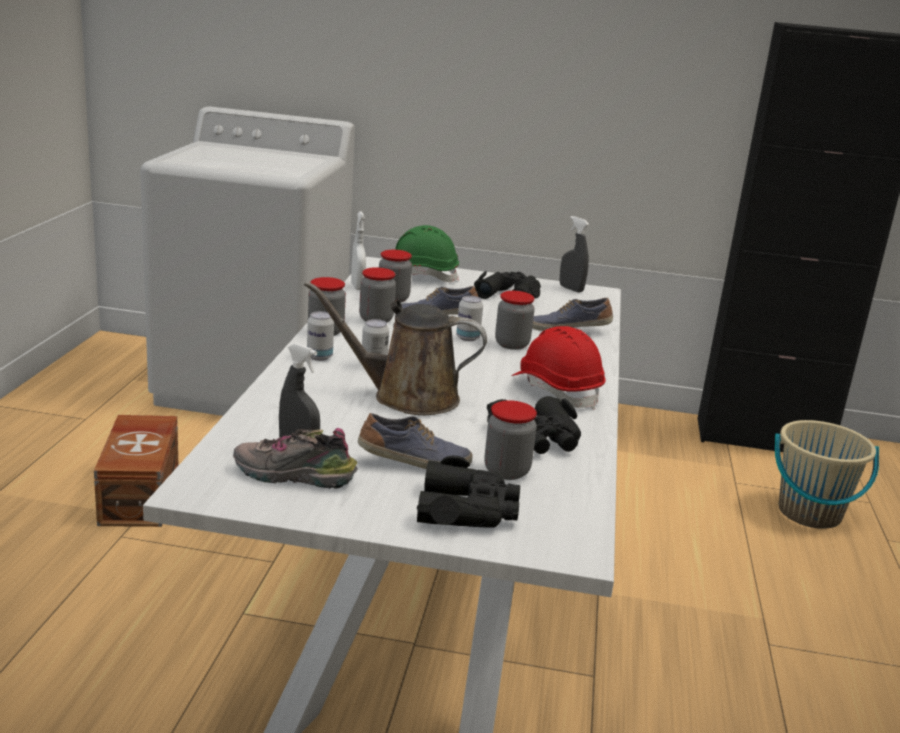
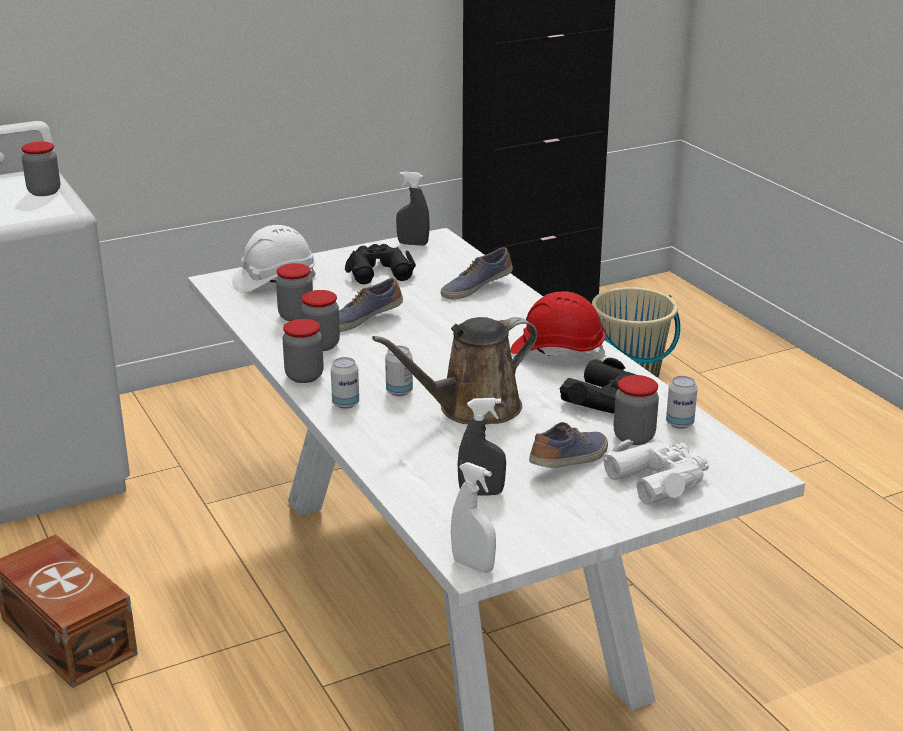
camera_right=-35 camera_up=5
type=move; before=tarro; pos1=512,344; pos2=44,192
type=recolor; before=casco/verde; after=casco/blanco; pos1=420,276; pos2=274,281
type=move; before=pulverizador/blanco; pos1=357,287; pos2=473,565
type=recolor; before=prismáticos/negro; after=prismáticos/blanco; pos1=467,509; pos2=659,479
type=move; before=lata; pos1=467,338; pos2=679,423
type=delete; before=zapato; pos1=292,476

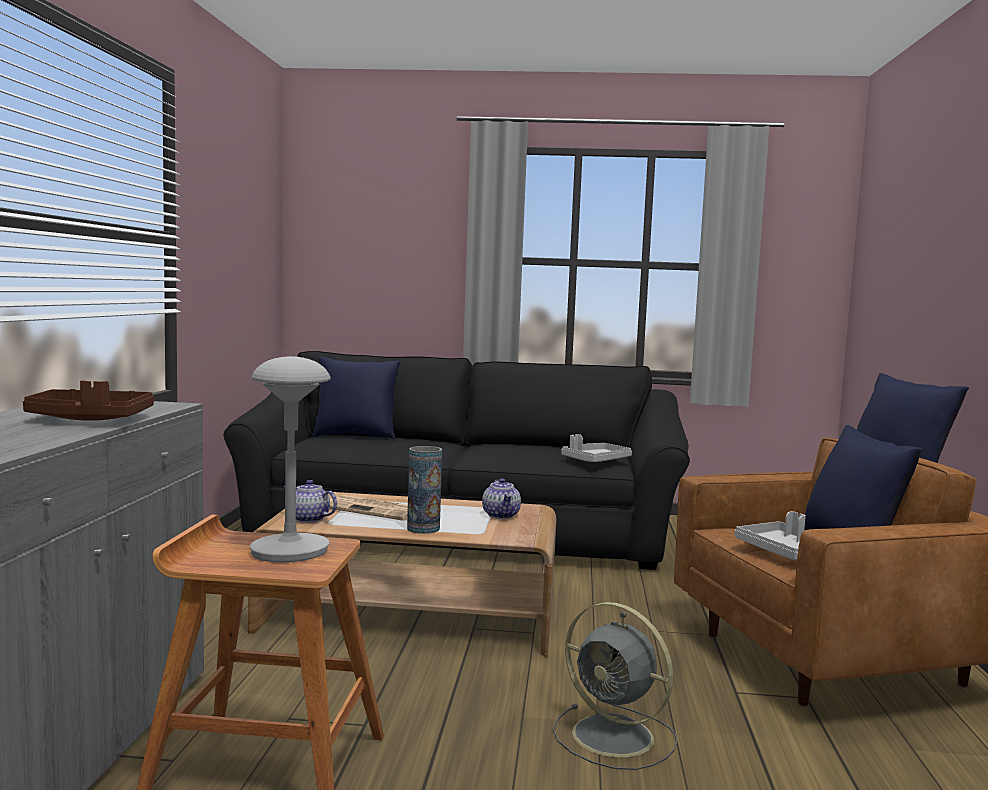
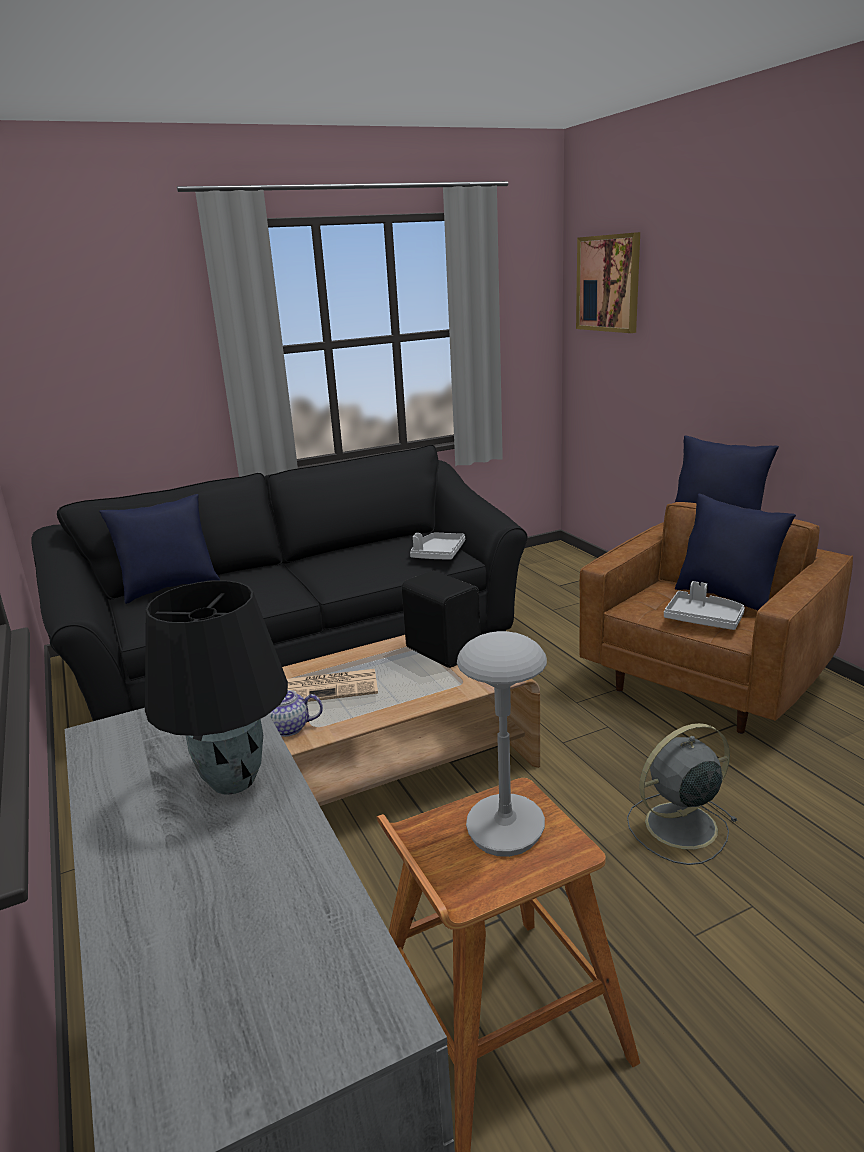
camera_right=-30 camera_up=15
type=replace; before=bandeja/marrón; after=lámpara de mesa/negro; pos1=89,420; pos2=232,782
type=replace; before=tetera; after=altavoz/negro; pos1=501,515; pos2=443,650
type=insert; after=cuadro; pos2=608,283
type=rotate; before=ventilador/gris; pos1=616,737; pos2=678,826; turn=150
type=delete; before=florero; pos1=423,529

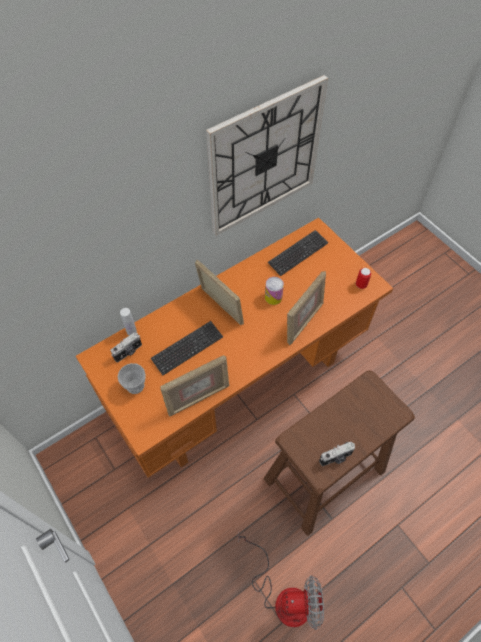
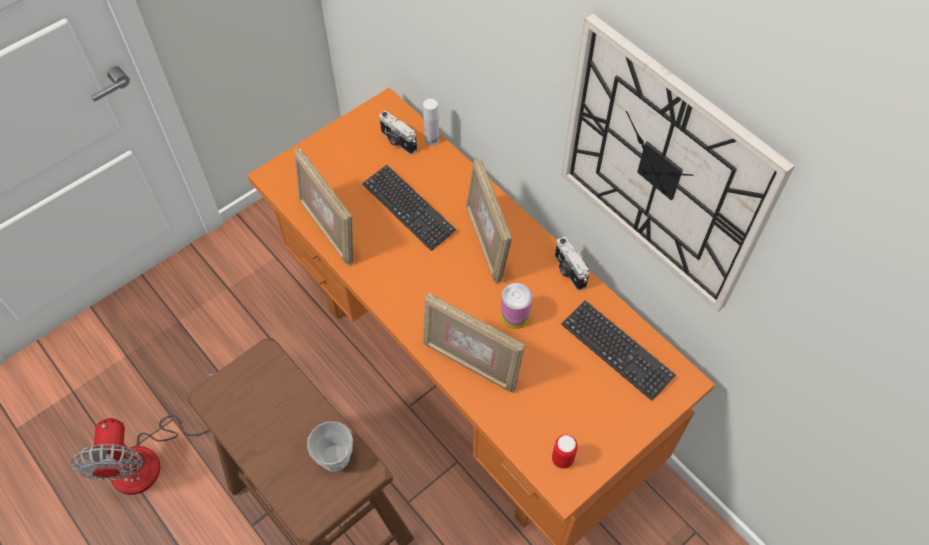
camera_right=85 camera_up=0
type=move; before=taza; pos1=135,385; pos2=334,457
type=rotate; before=portarretratos; pos1=220,307; pos2=486,243; turn=120
type=move; before=cámara; pos1=336,458; pos2=568,271

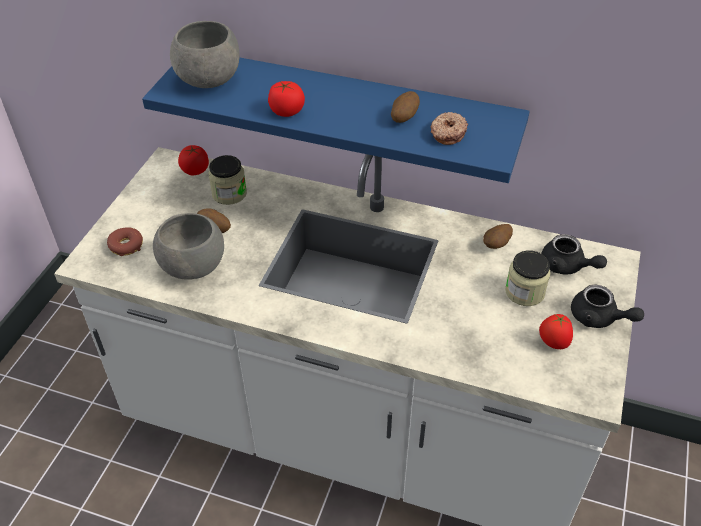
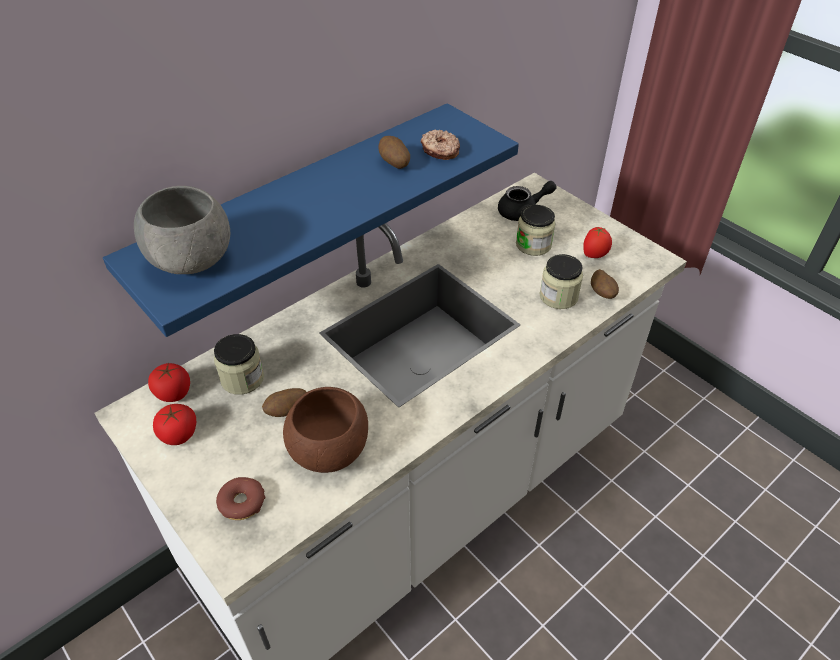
camera_right=-60 camera_up=0
type=move; before=tomate; pos1=287,111; pos2=179,434
type=recolor; before=cuenco/gris; after=cuenco/marrón; pos1=194,267; pos2=331,451
type=insert; after=tarro; pos2=558,296
type=move; before=patata; pos1=496,245; pos2=602,294
type=delete; before=tetera/negro; pos1=598,318

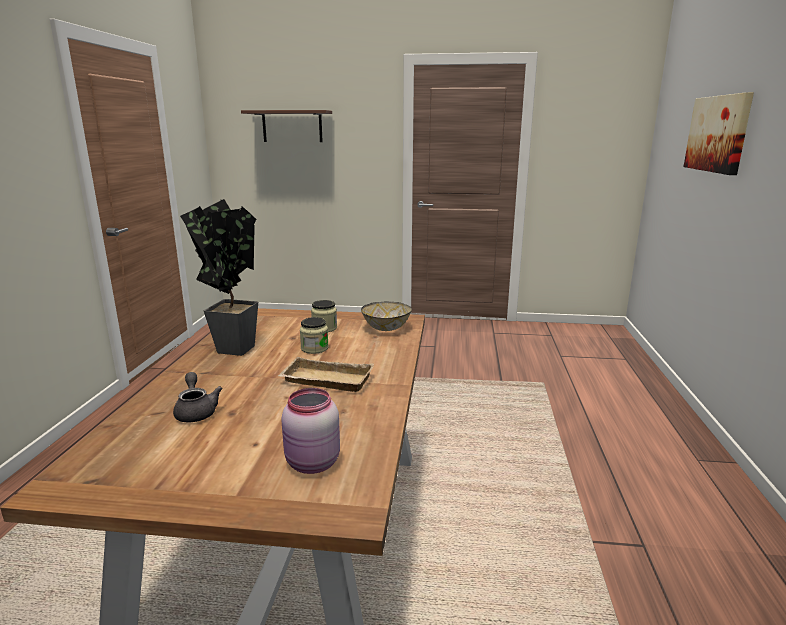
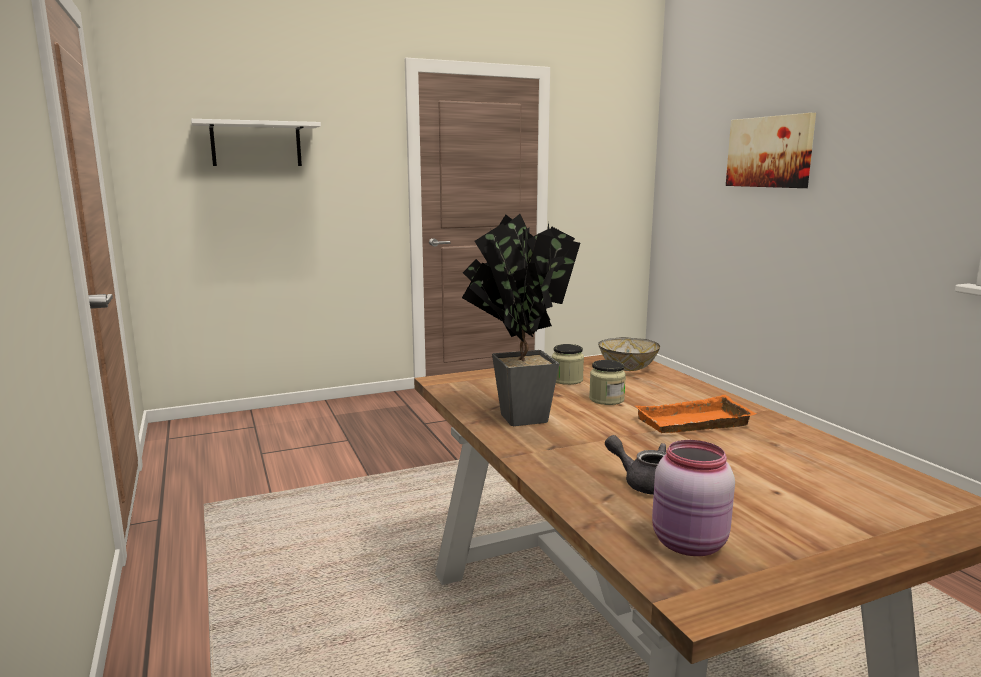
camera_right=-30 camera_up=-5
type=recolor; before=estante/marrón; after=estante/blanco; pos1=292,126; pos2=256,144
type=recolor; before=bandeja/beis; after=bandeja/naranja; pos1=325,381; pos2=693,424
type=move; before=tarro/rosa; pos1=312,464; pos2=690,545

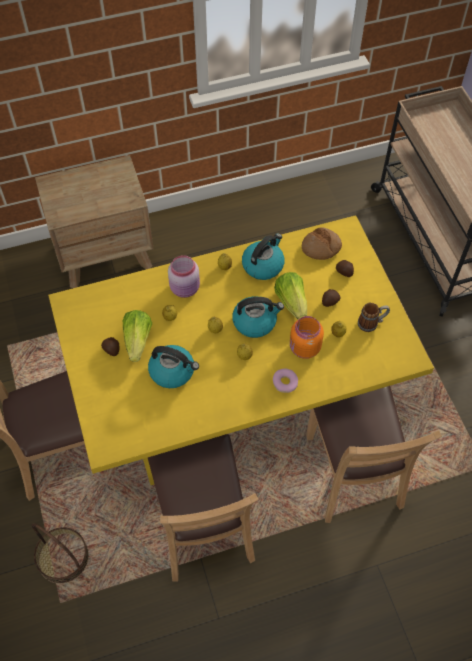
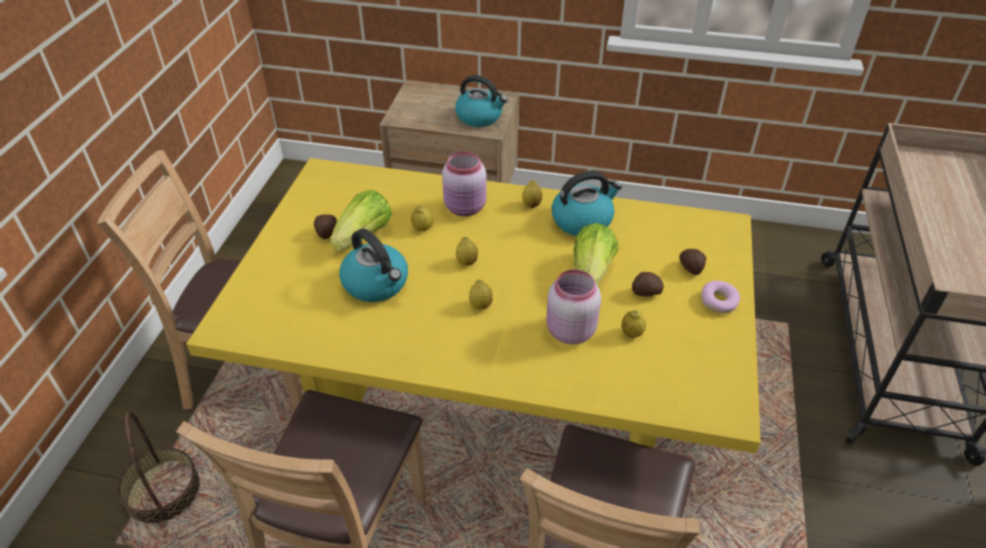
camera_right=30 camera_up=-15
type=move; before=hervidor; pos1=255,322; pos2=480,117
type=recolor; before=tarro/naranja; after=tarro/rosa; pos1=304,348; pos2=569,331
type=move; before=rosquilla; pos1=285,383; pos2=718,302
type=delete; before=pan; pos1=321,248
type=delete; before=taza grande; pos1=371,323

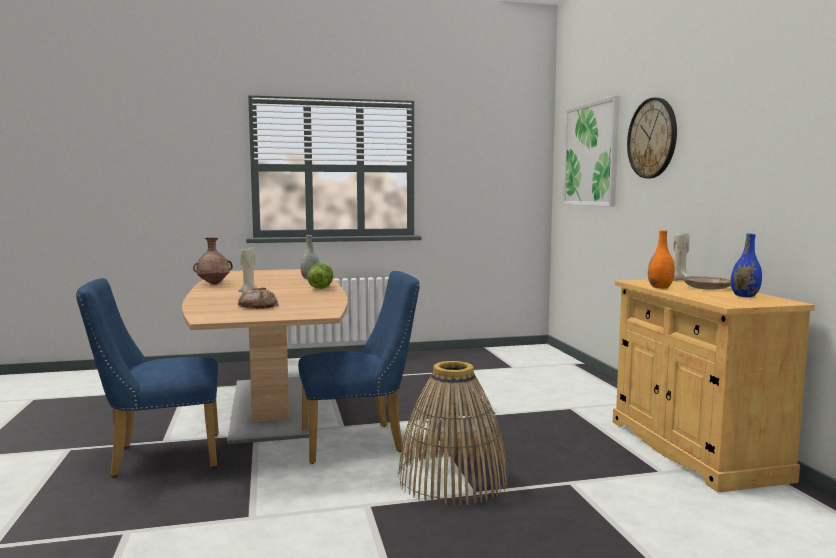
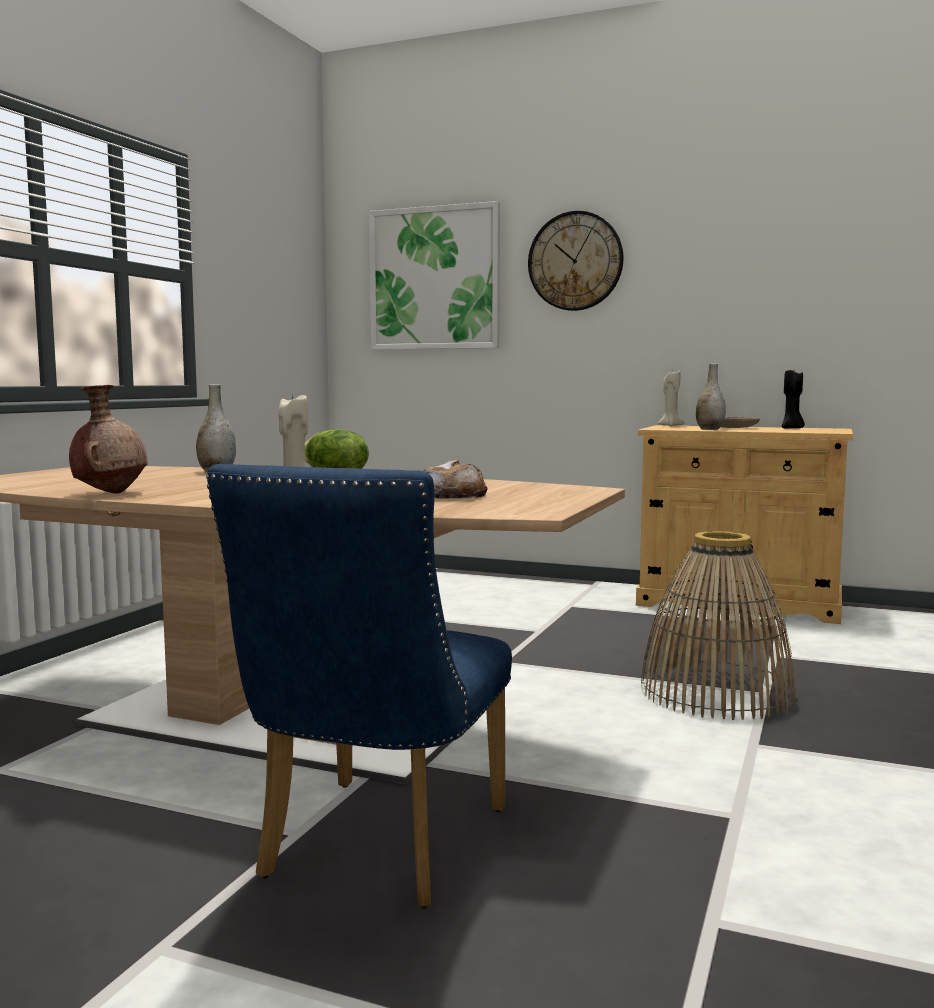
camera_right=-55 camera_up=0
type=recolor; before=florero/naranja; after=florero/gris; pos1=660,287; pos2=710,429
type=replace; before=florero/azul; after=vela/negro; pos1=745,296; pos2=792,428
type=delete; before=silla/azul; pos1=360,442

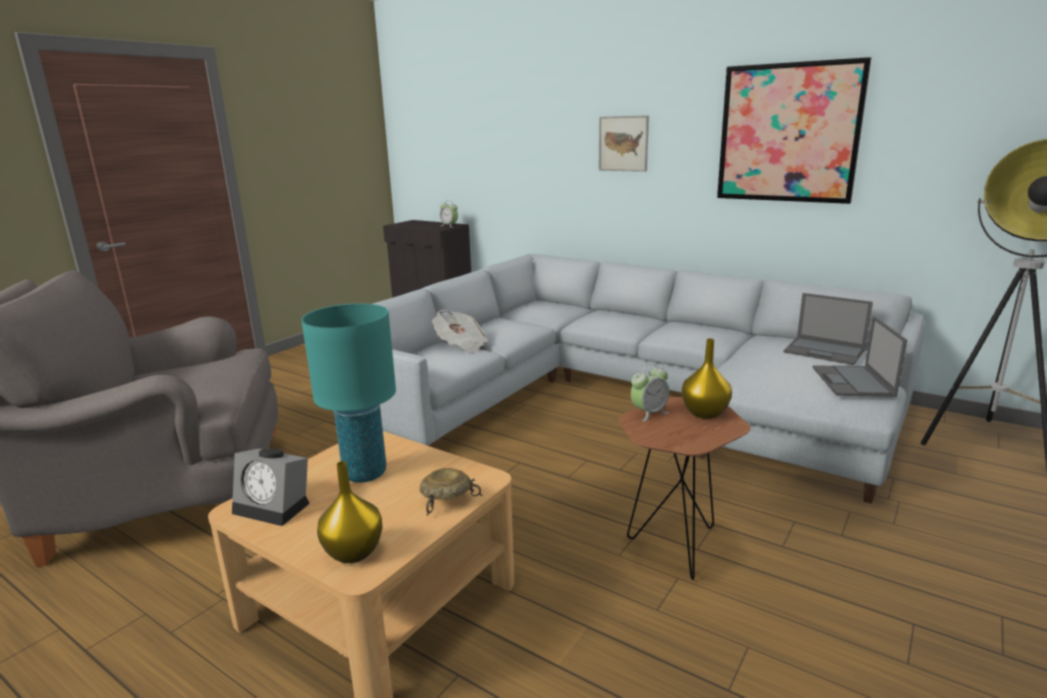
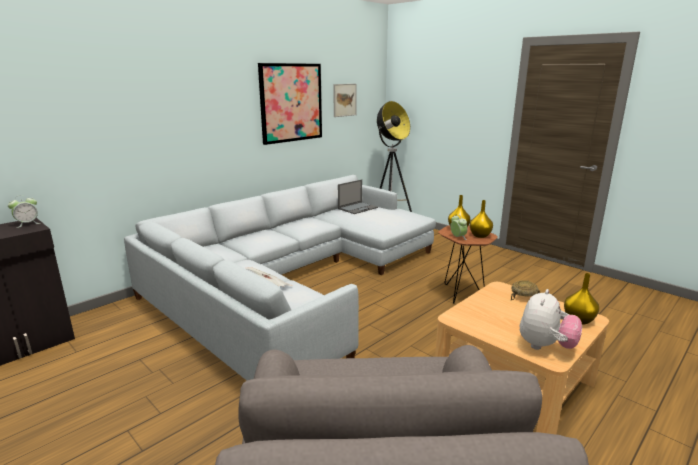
camera_right=-80 camera_up=0
type=move; before=cuadro; pos1=623,143; pos2=344,100
type=insert; after=florero/amarillo; pos2=479,235
type=replace; before=despertador; after=peluche; pos1=275,507; pos2=545,346
type=delete; before=lámpara de mesa/turquesa; pos1=365,474
type=delete; before=portátil; pos1=853,382

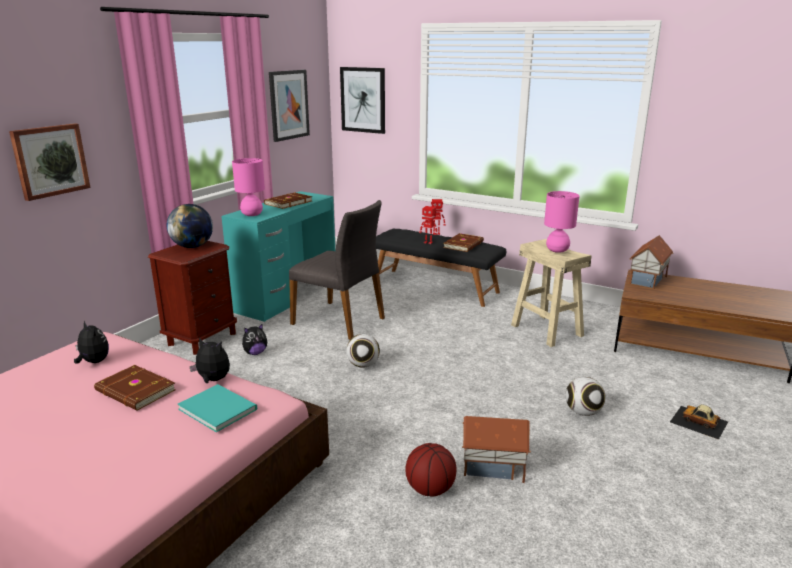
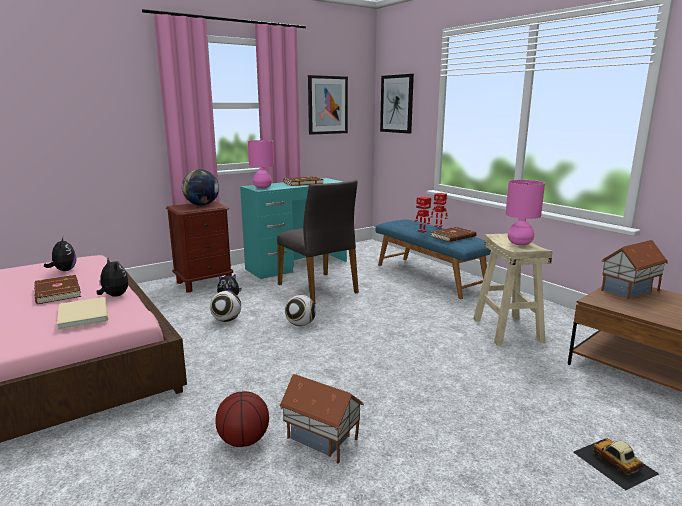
camera_right=25 camera_up=-5
type=recolor; before=libro/turquesa; after=libro/beis; pos1=218,408; pos2=85,313
type=move; before=balón de fútbol; pos1=582,412; pos2=226,320
type=recolor; before=banco/negro; after=banco/azul; pos1=435,287; pos2=430,276
type=delete; before=cuadro; pos1=50,160

